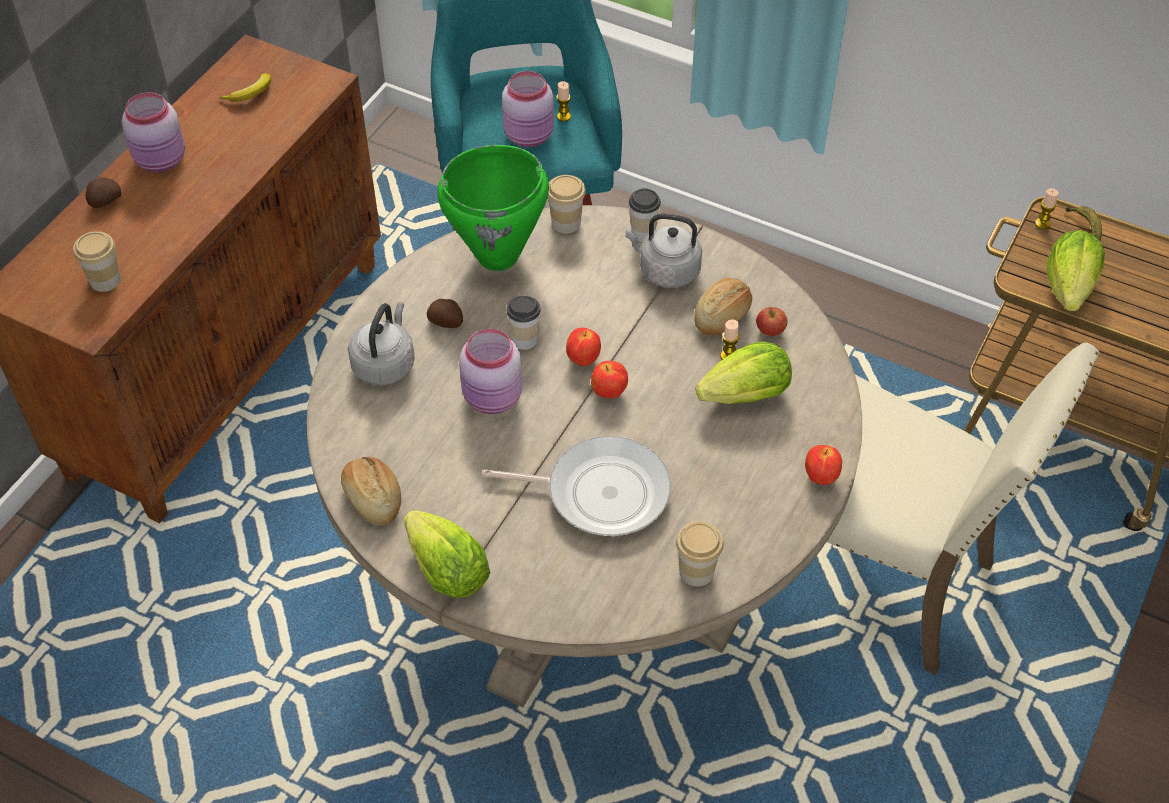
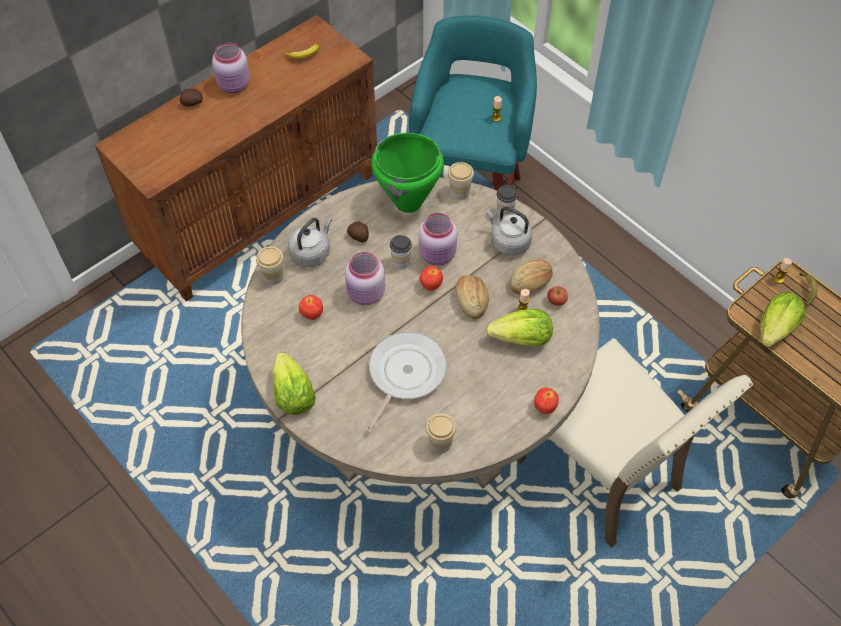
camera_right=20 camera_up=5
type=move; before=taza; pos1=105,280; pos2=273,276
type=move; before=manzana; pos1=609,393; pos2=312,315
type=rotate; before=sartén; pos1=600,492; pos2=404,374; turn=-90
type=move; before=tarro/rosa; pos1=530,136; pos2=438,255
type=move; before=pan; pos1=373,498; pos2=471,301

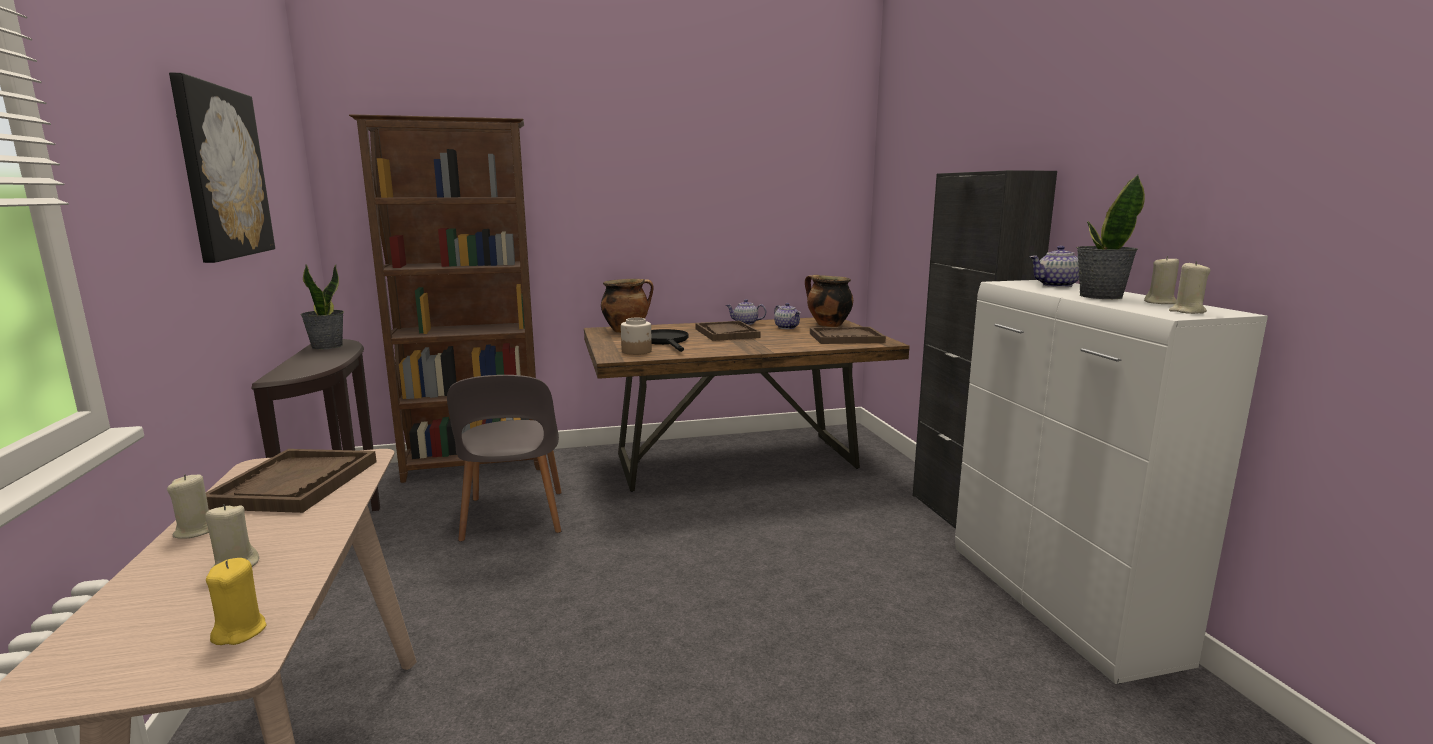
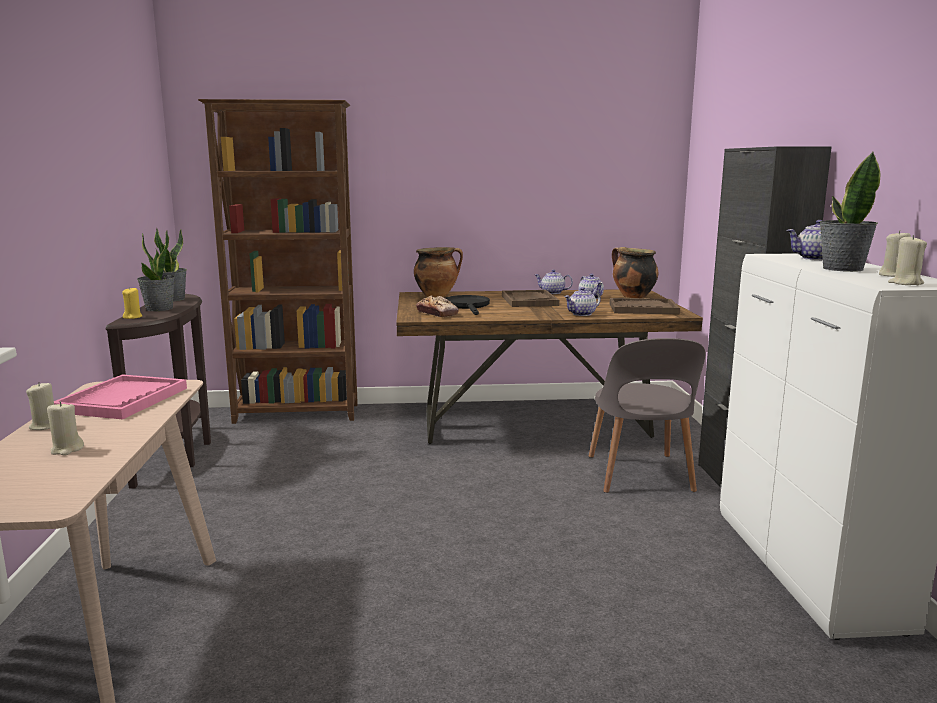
camera_right=10 camera_up=0
type=recolor; before=bandeja/marrón; after=bandeja/rosa; pos1=295,483; pos2=122,400
type=move; before=vela/amarillo; pos1=240,632; pos2=133,317
type=insert; after=planta en maceta; pos2=159,309
type=replace; before=tarro; after=pan; pos1=637,351; pos2=437,313
type=insert; after=tetera; pos2=582,314
type=move; before=silla/gris; pos1=513,518; pos2=640,475
type=delete; before=cuadro; pos1=222,172

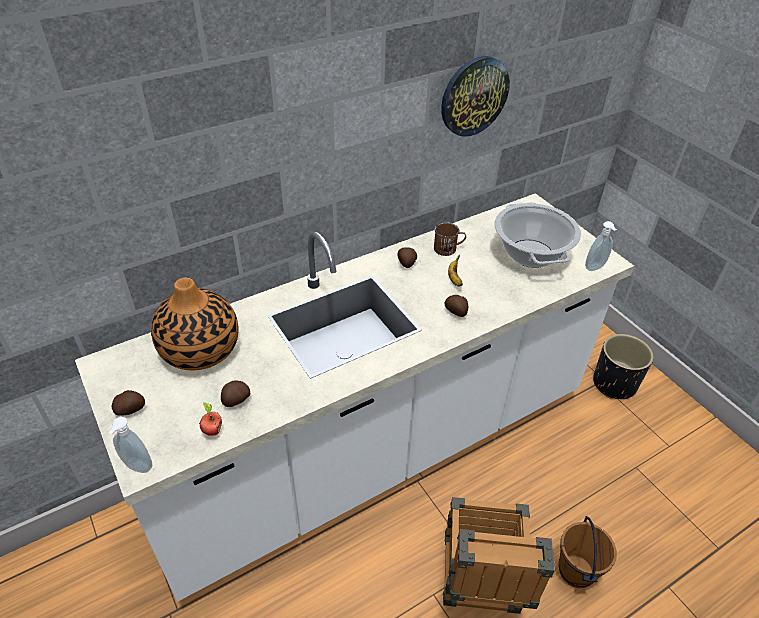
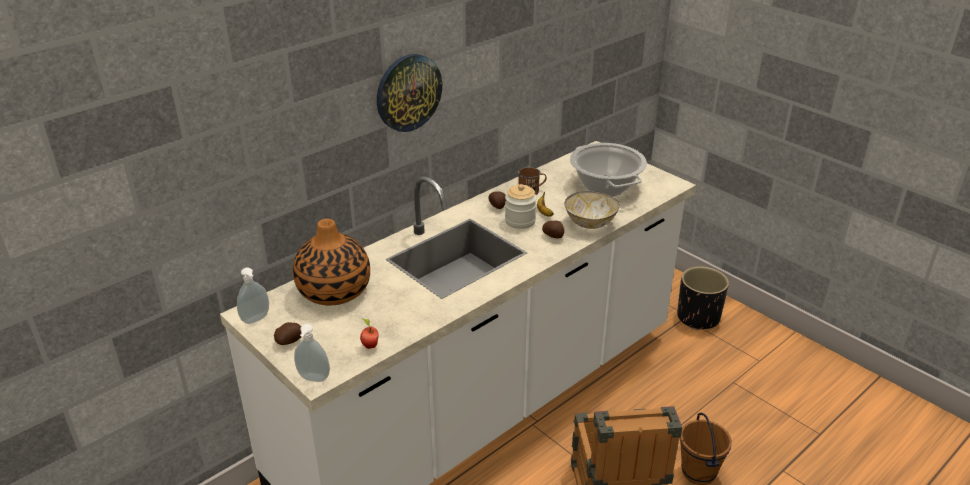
camera_right=-10 camera_up=-10
type=move; before=dispensador de jabón; pos1=595,268; pos2=256,320
type=move; before=reloj de pared; pos1=474,96; pos2=408,92
type=insert; after=tarro; pos2=520,221
type=insert; after=cuenco; pos2=589,223
type=delete; before=patata; pos1=236,400

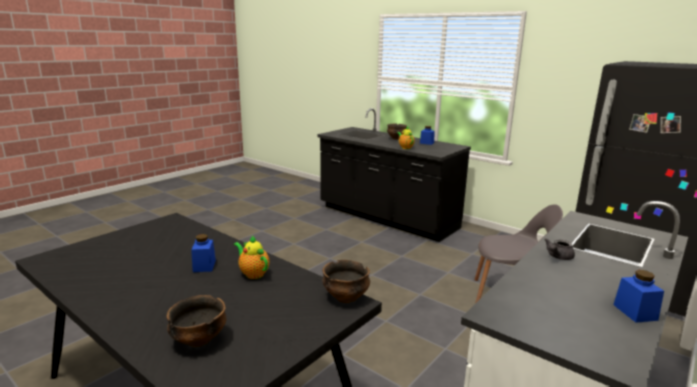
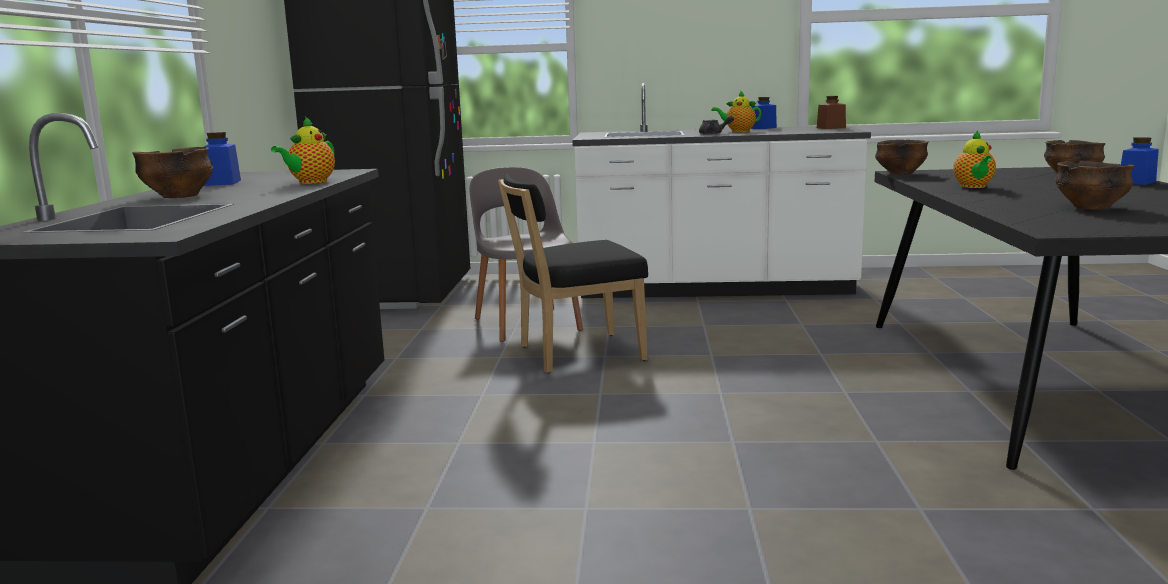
camera_right=-125 camera_up=-5
type=insert; after=silla/negro; pos2=574,354
type=insert; after=tetera; pos2=738,131
type=insert; after=tarro/marrón; pos2=831,128
type=insert; after=cuenco; pos2=1091,207
type=move; before=tarro/azul; pos1=204,266; pos2=1136,182

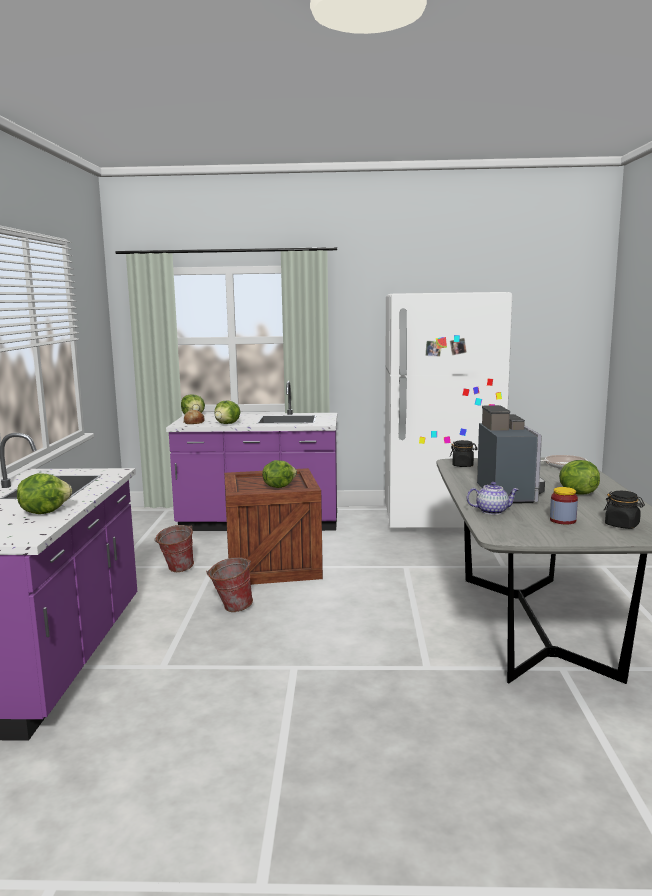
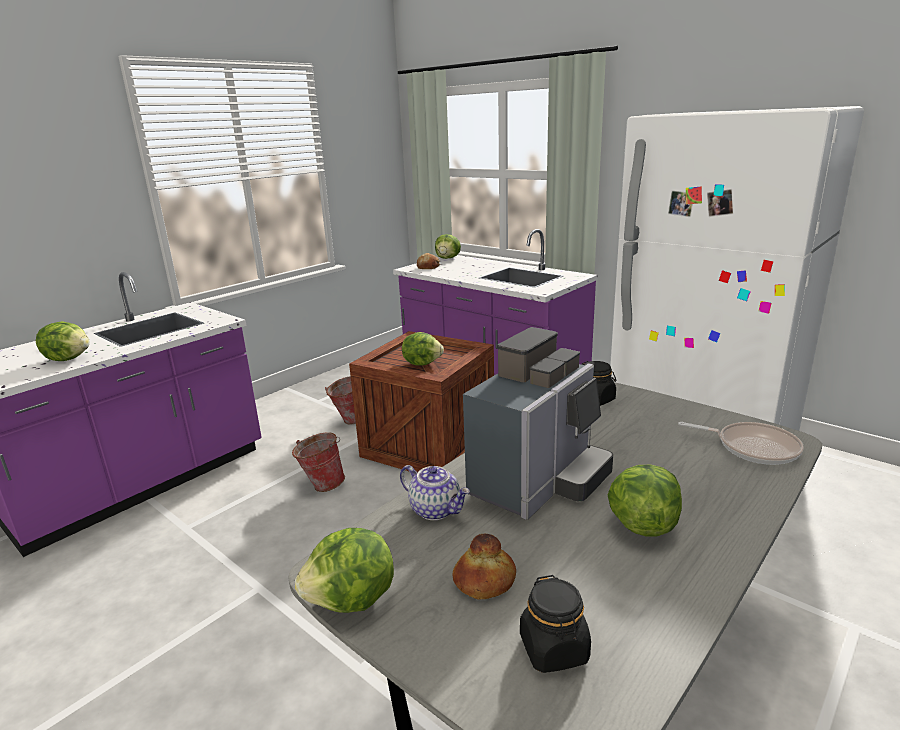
camera_right=40 camera_up=10
type=move; before=lechuga; pos1=227,424; pos2=352,601
type=replace; before=tarro; after=pan; pos1=562,520; pos2=485,581

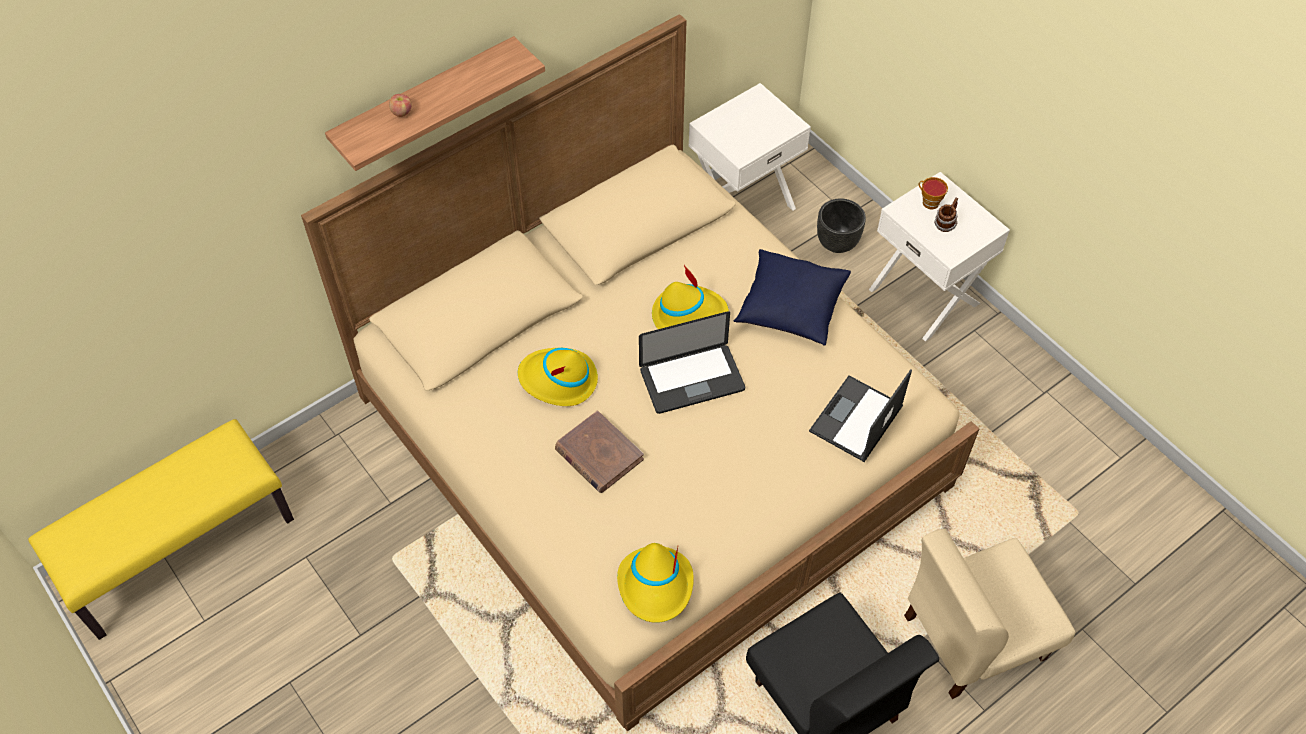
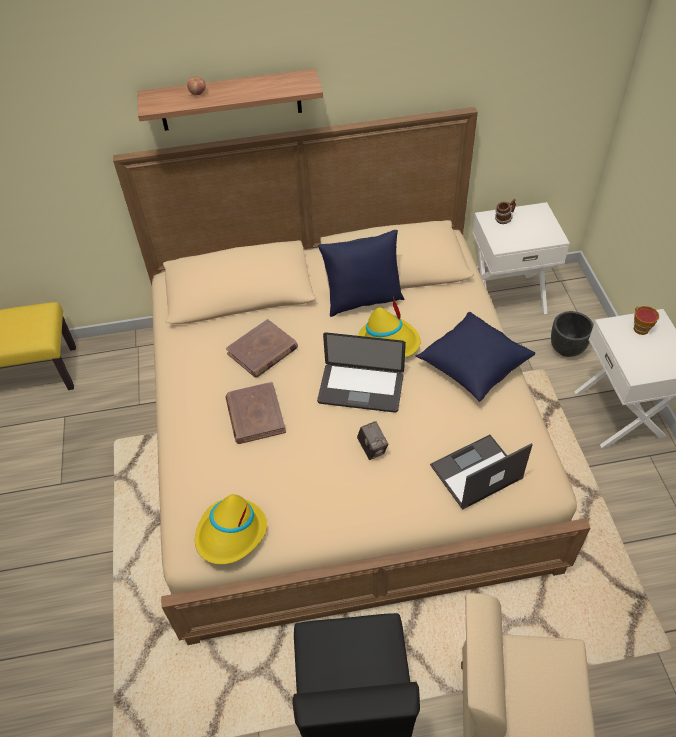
camera_right=30 camera_up=-5
type=replace; before=sombrero/amarillo; after=libro/marrón; pos1=558,380; pos2=262,351
type=insert; after=cojín/azul; pos2=363,300
type=insert; after=cámara; pos2=372,448
type=move; before=taza grande; pos1=945,224; pos2=504,219

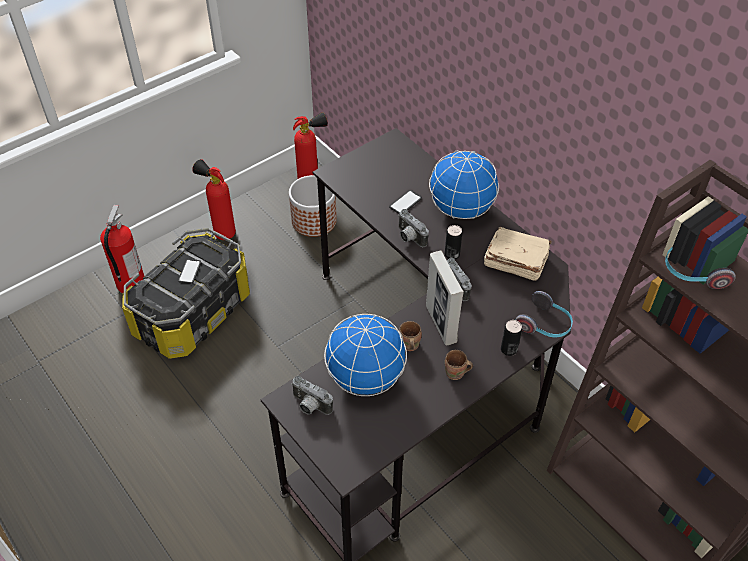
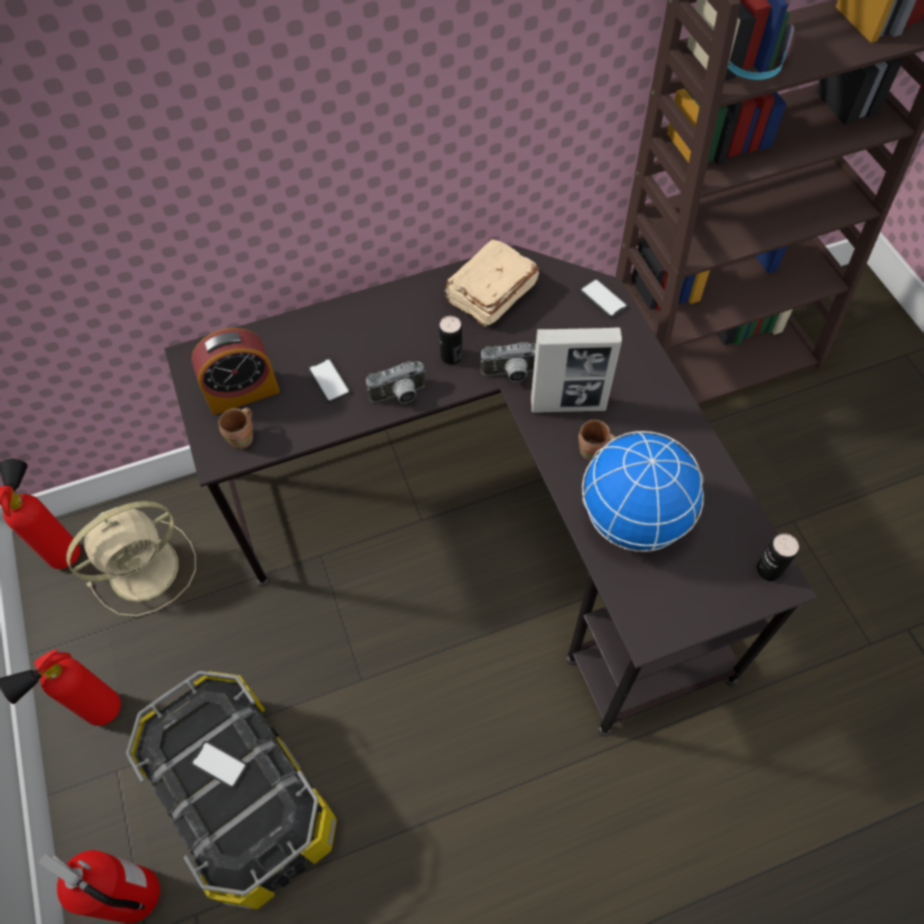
camera_right=-70 camera_up=10
type=replace; before=maceta; after=ventilador/beis; pos1=314,221; pos2=147,567
type=insert; after=despertador; pos2=242,392
type=move; before=taza grande/marrón; pos1=456,374; pos2=244,438
type=replace; before=auriculares; after=móvil; pos1=545,325; pos2=603,298
type=move; before=lata; pos1=509,349; pos2=768,570
type=delete; before=cámara; pos1=309,406
type=delete; before=globo terráqueo; pos1=460,209

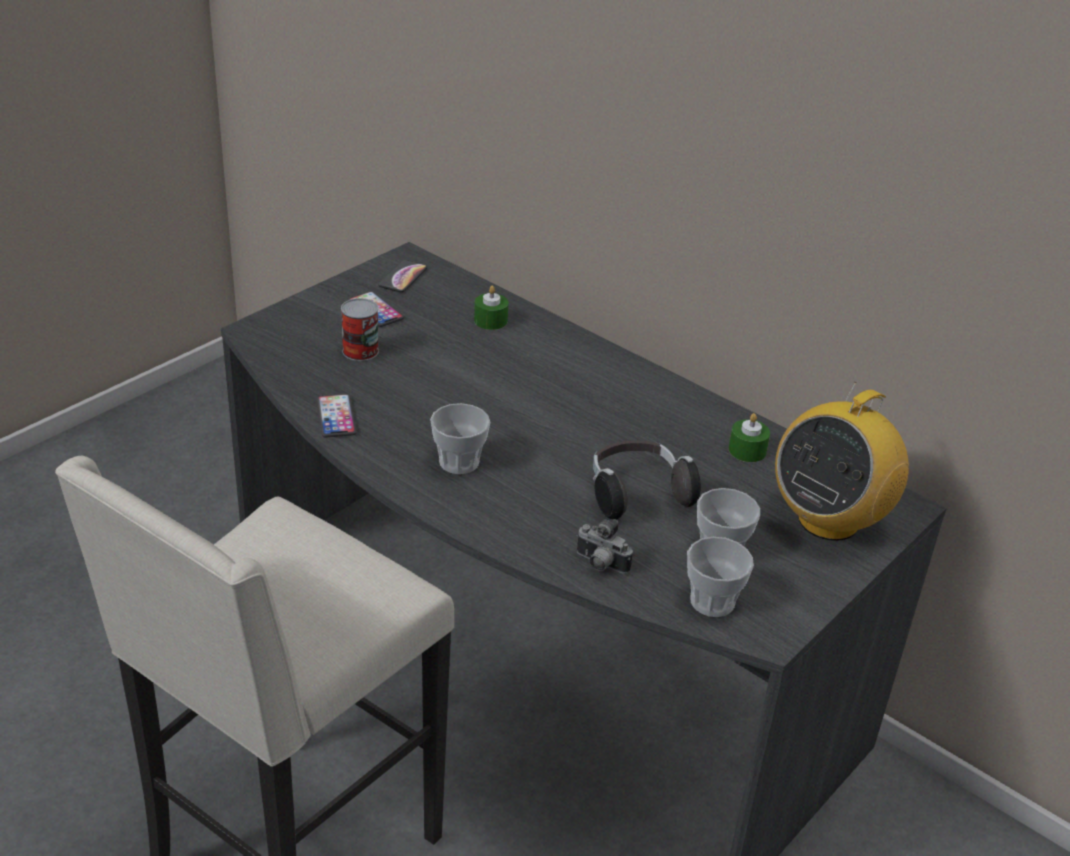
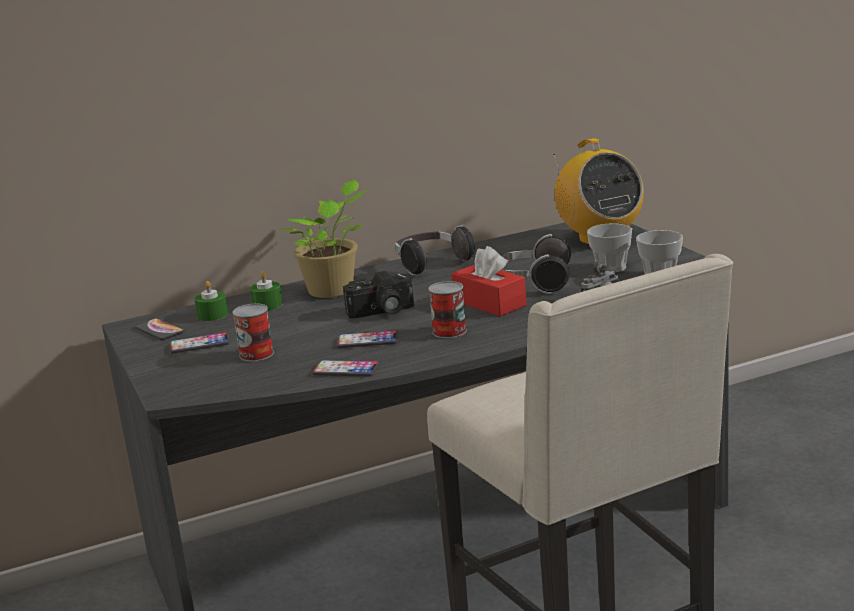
camera_right=-60 camera_up=-15
type=move; before=vela/verde; pos1=747,450; pos2=212,315
type=insert; after=planta en maceta; pos2=334,290
type=insert; after=móvil; pos2=367,340
type=insert; after=cámara; pos2=381,312
type=insert; after=auriculares; pos2=431,264
type=replace; before=taza; after=lata; pos1=459,462; pos2=449,331
type=insert; after=caja de pañuelos/rojo; pos2=489,303

